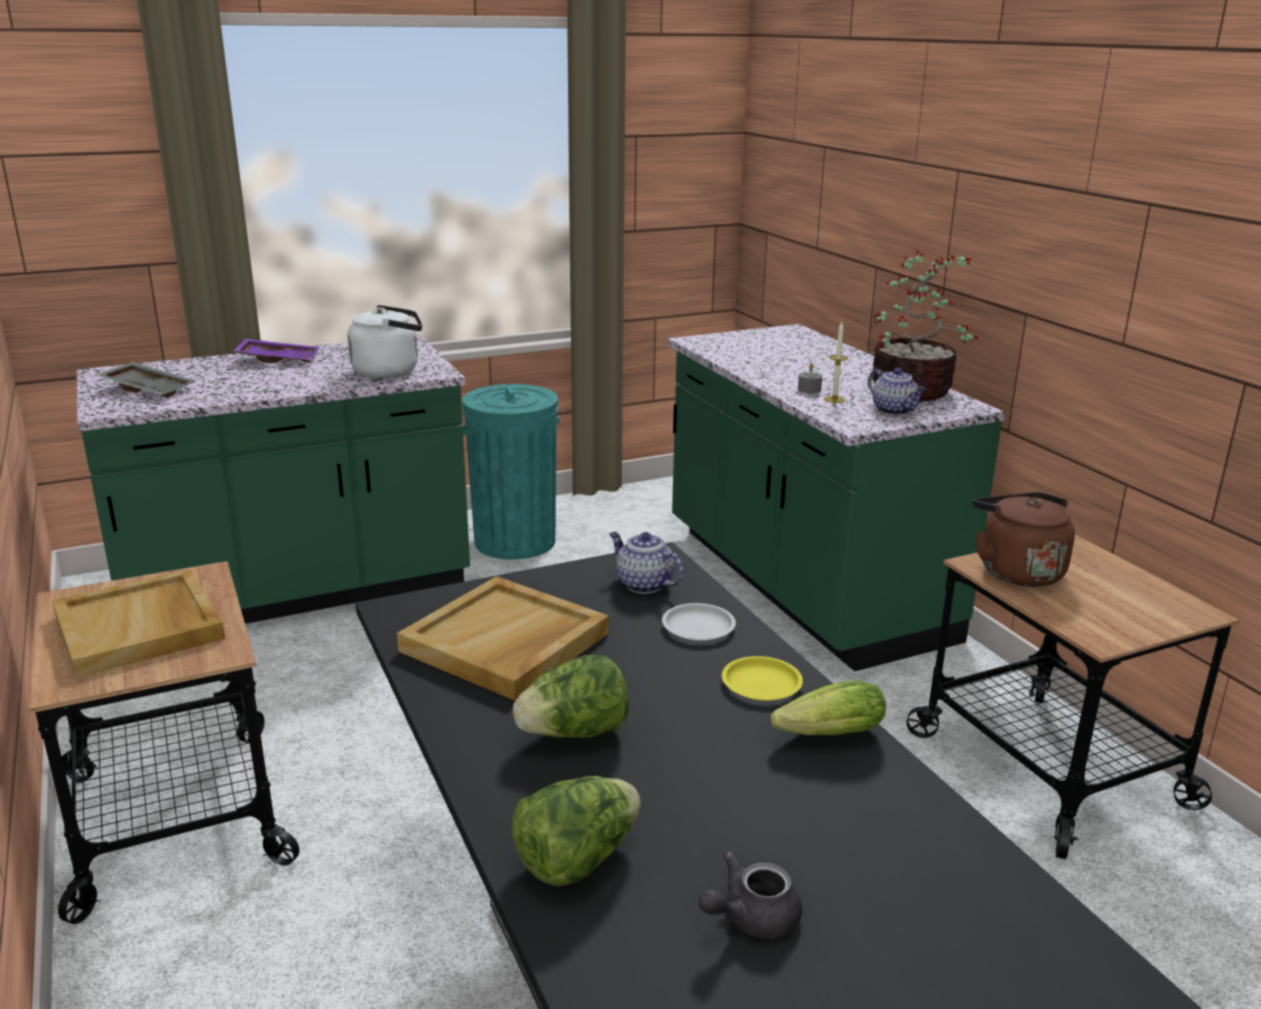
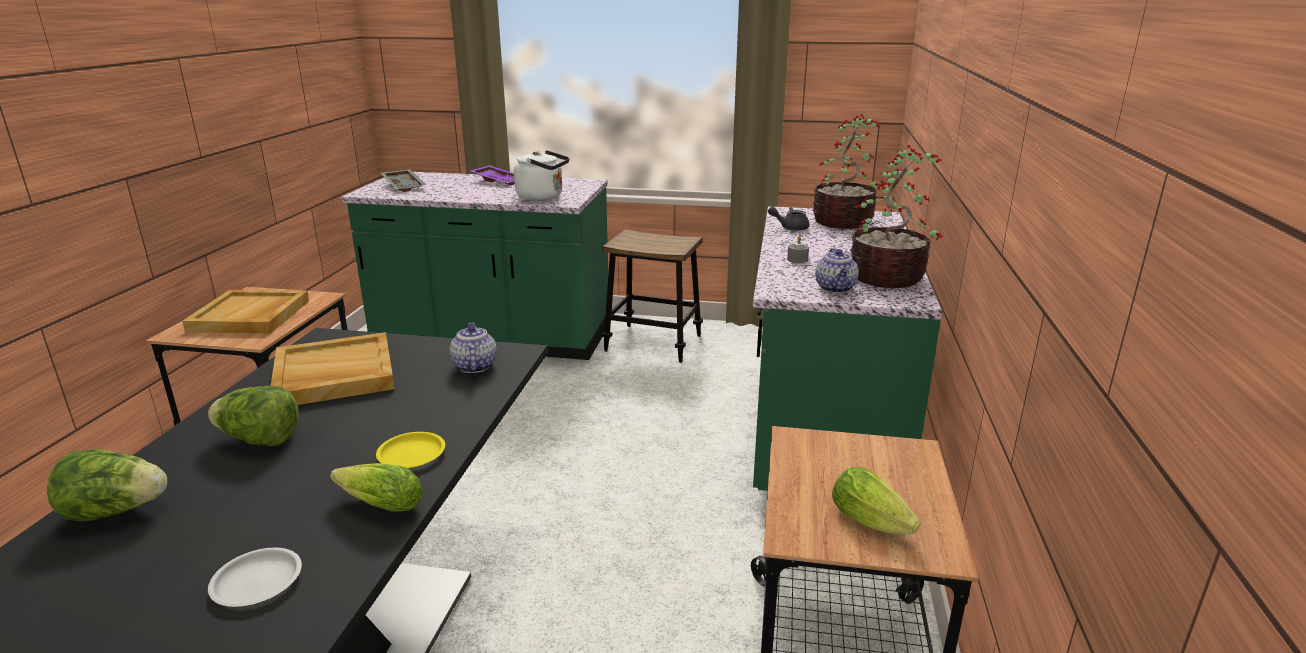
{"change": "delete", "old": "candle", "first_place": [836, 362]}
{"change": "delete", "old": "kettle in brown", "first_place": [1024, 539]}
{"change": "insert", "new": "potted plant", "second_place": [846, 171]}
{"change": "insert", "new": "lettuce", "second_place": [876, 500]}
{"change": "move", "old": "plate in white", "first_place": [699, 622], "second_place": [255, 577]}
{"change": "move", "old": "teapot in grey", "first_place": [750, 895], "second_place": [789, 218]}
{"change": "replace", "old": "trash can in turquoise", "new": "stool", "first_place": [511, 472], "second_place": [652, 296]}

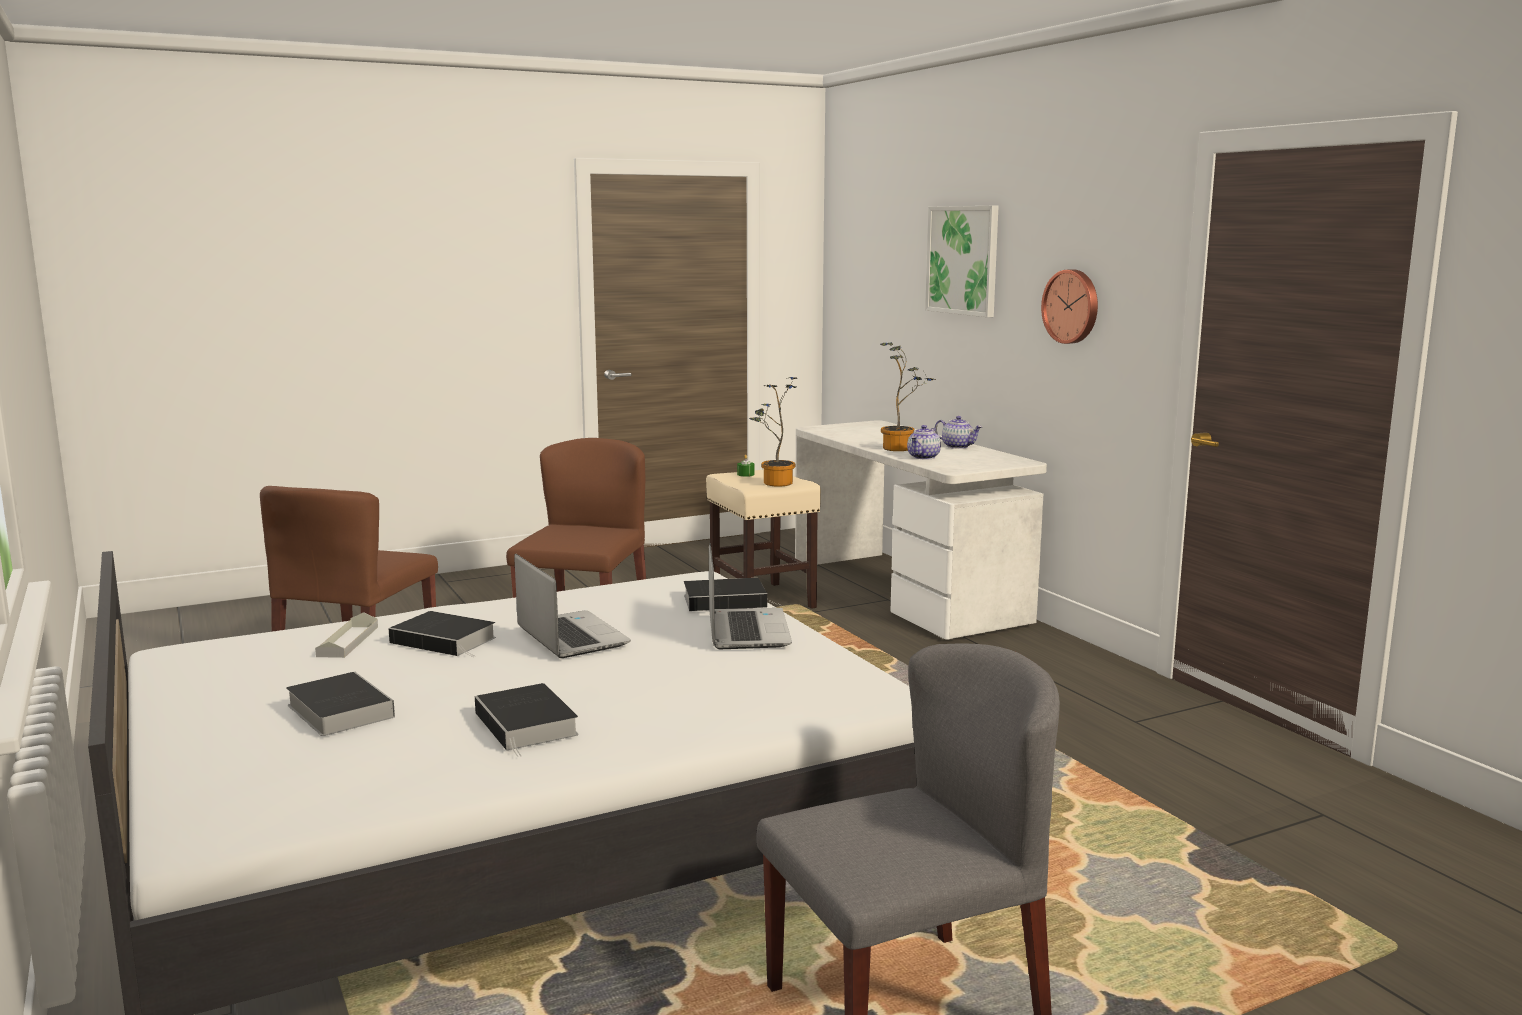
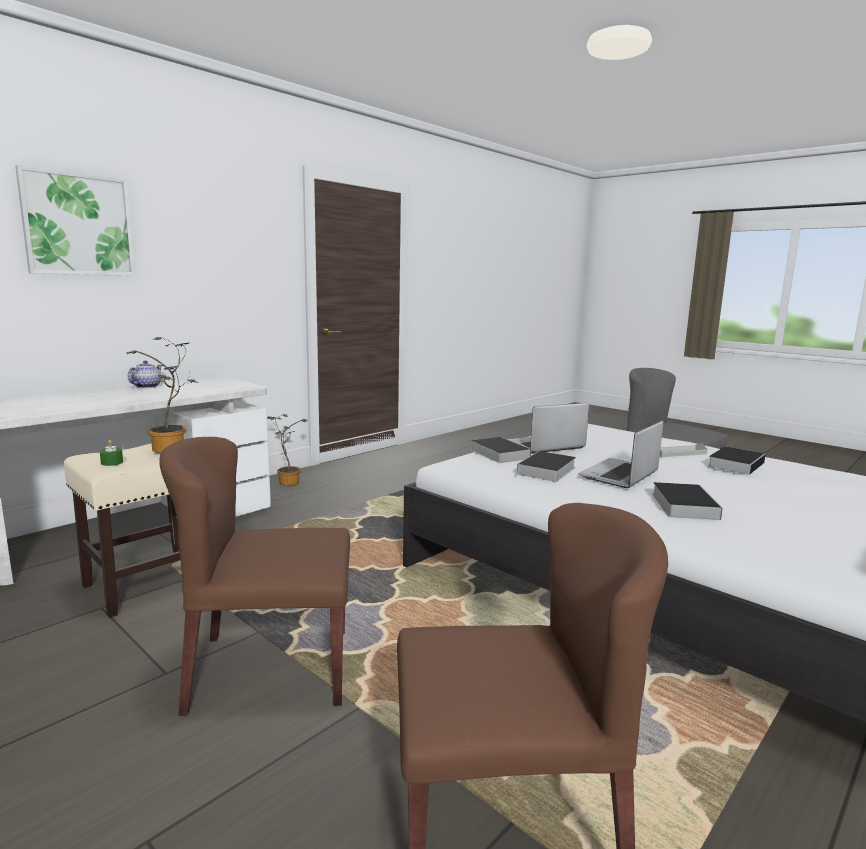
{"change": "delete", "old": "teapot", "first_place": [924, 442]}
{"change": "delete", "old": "wall clock", "first_place": [1069, 306]}
{"change": "move", "old": "book", "first_place": [340, 704], "second_place": [545, 466]}
{"change": "move", "old": "tray in grey", "first_place": [346, 635], "second_place": [683, 450]}
{"change": "move", "old": "potted plant", "first_place": [908, 396], "second_place": [287, 450]}

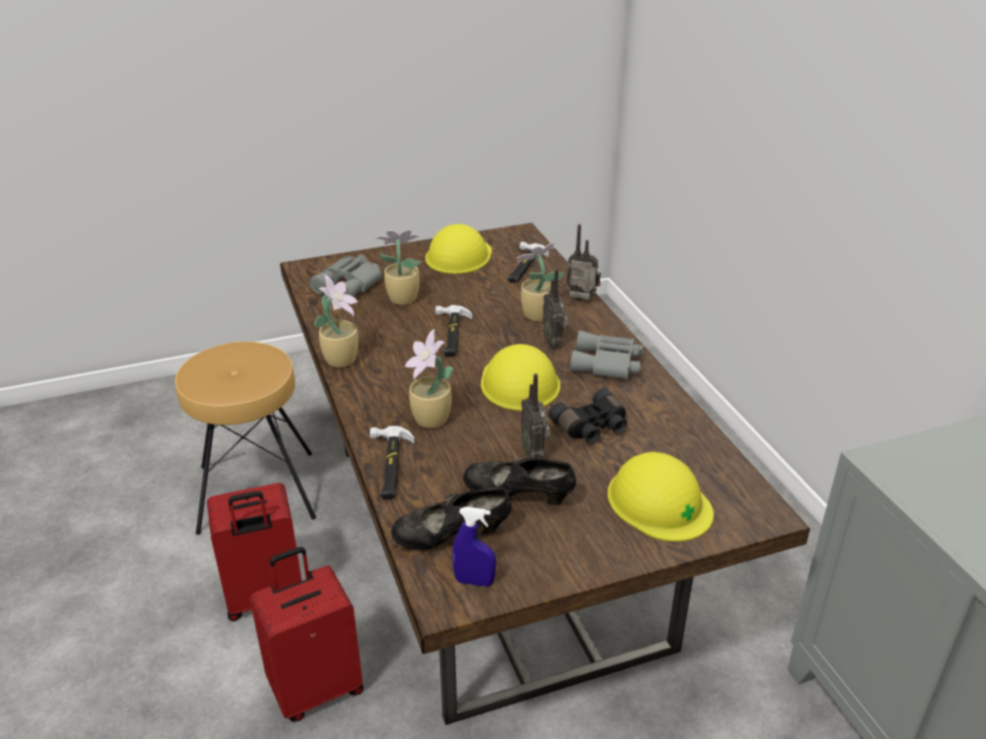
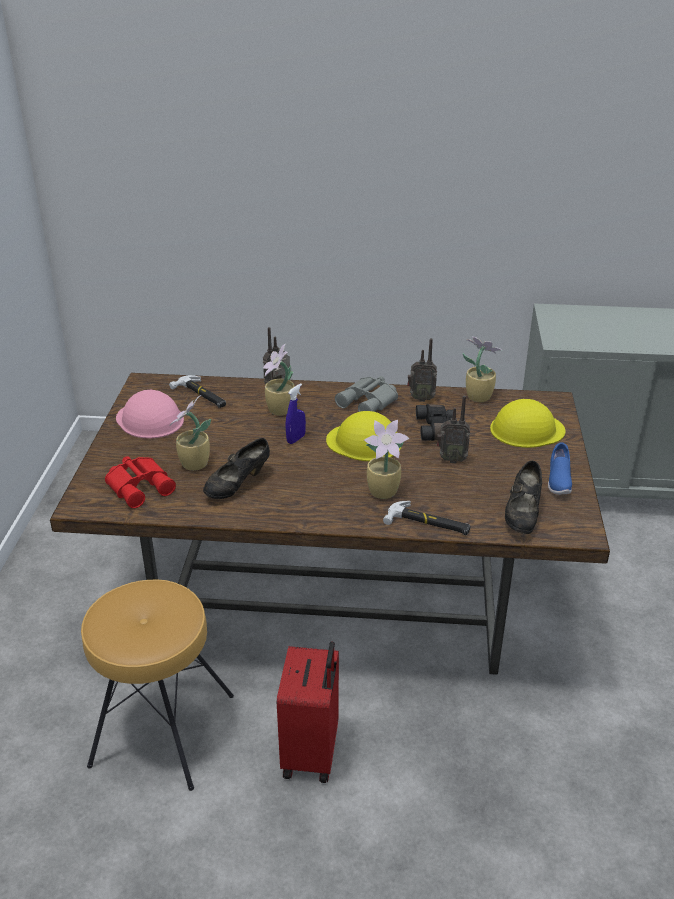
{"change": "delete", "old": "suitcase in red", "first_place": [307, 634]}
{"change": "delete", "old": "hammer", "first_place": [454, 330]}
{"change": "insert", "new": "shoe in blue", "second_place": [560, 468]}
{"change": "move", "old": "potted plant", "first_place": [336, 321], "second_place": [483, 369]}
{"change": "move", "old": "spray bottle in blue", "first_place": [474, 547], "second_place": [296, 413]}
{"change": "move", "old": "shoe in black", "first_place": [519, 480], "second_place": [236, 468]}
{"change": "move", "old": "radio", "first_place": [555, 308], "second_place": [422, 370]}
{"change": "recolor", "old": "binoculars in grey", "new": "binoculars in red", "first_place": [345, 275], "second_place": [140, 482]}
{"change": "recolor", "old": "hard hat in yellow", "new": "hard hat in pink", "first_place": [458, 249], "second_place": [150, 414]}

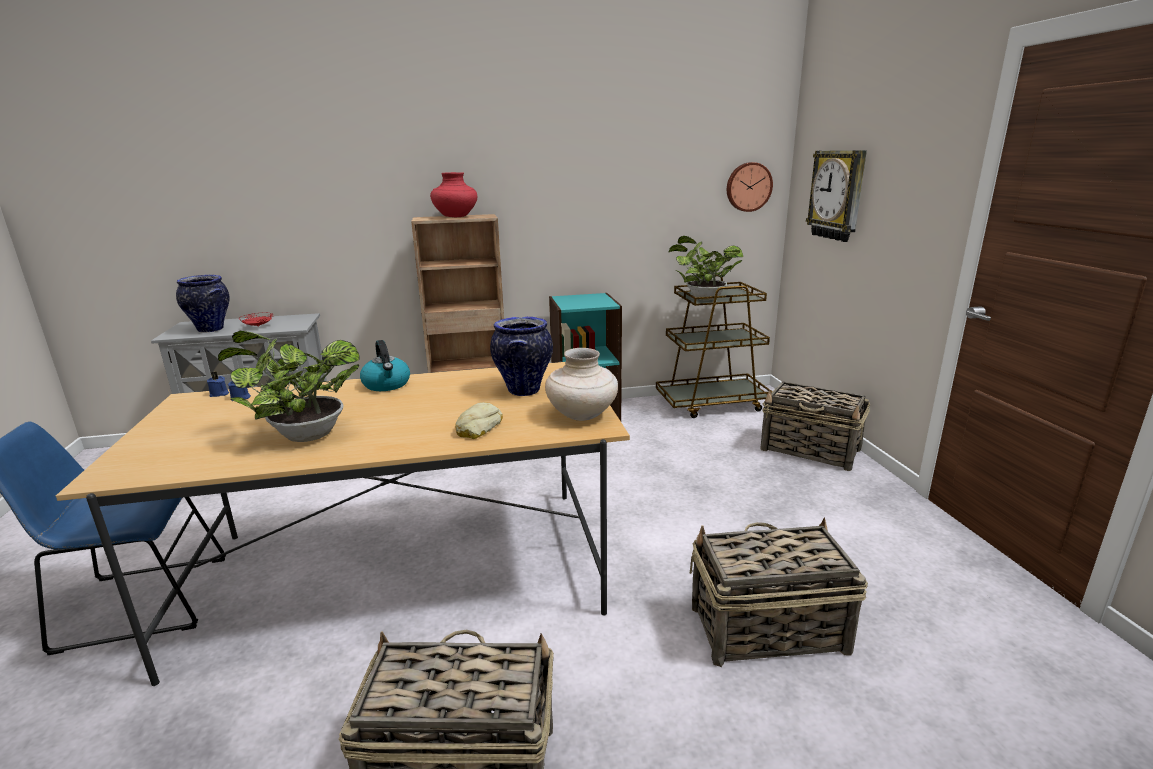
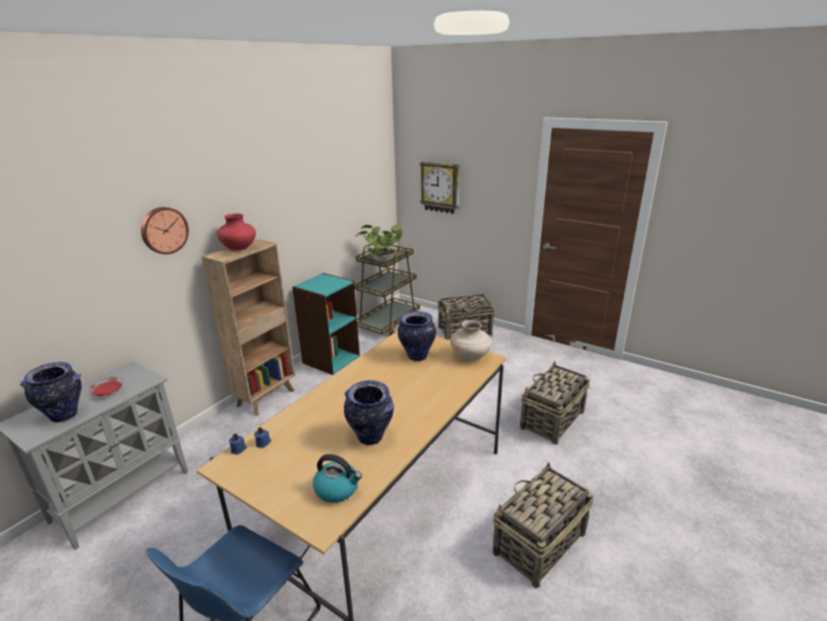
{"change": "delete", "old": "bread", "first_place": [479, 420]}
{"change": "move", "old": "kettle", "first_place": [385, 365], "second_place": [337, 478]}
{"change": "move", "old": "wall clock", "first_place": [750, 187], "second_place": [165, 230]}
{"change": "replace", "old": "potted plant", "new": "vase", "first_place": [289, 386], "second_place": [369, 412]}

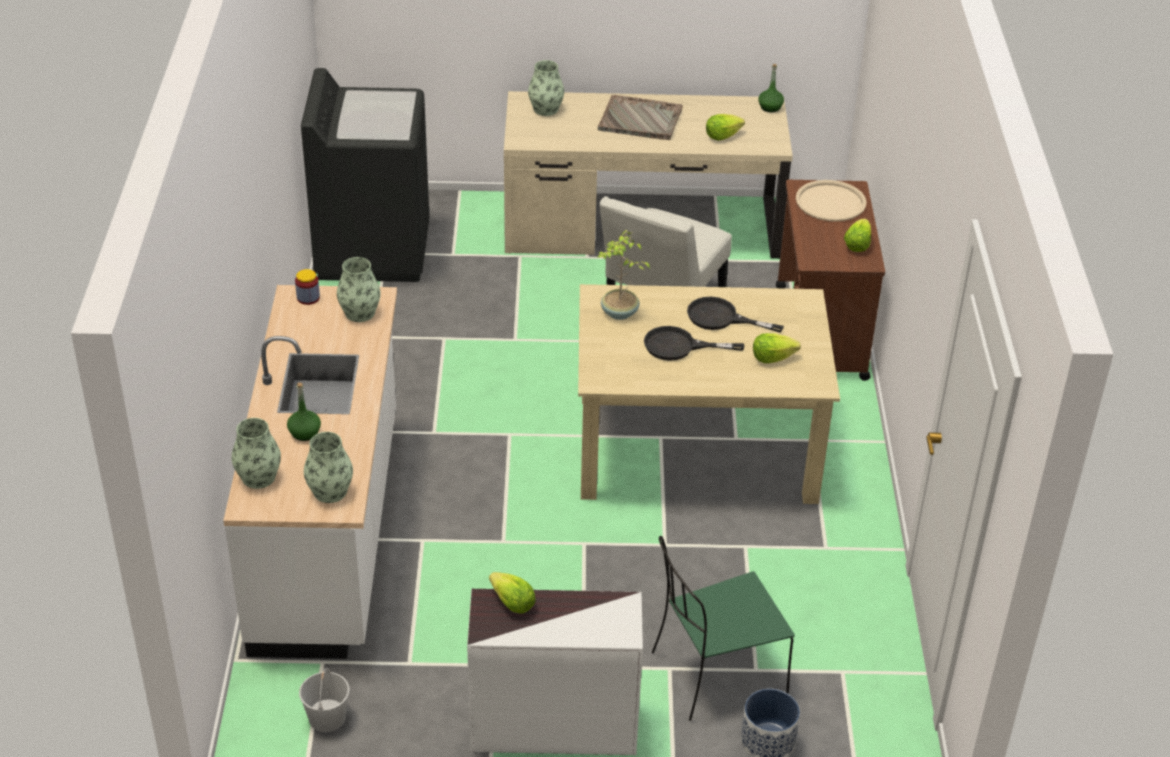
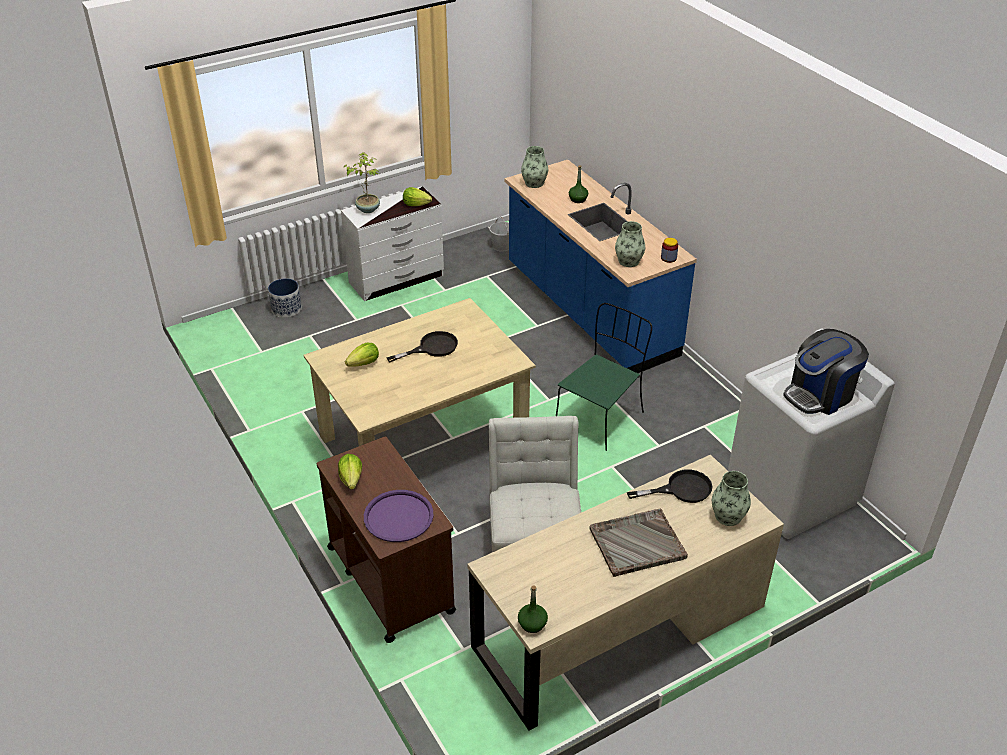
{"change": "delete", "old": "vase", "first_place": [256, 453]}
{"change": "delete", "old": "lettuce", "first_place": [725, 127]}
{"change": "insert", "new": "coffee machine", "second_place": [826, 372]}
{"change": "move", "old": "potted plant", "first_place": [623, 275], "second_place": [361, 182]}
{"change": "move", "old": "chair in green", "first_place": [723, 628], "second_place": [604, 377]}
{"change": "move", "old": "frying pan in black", "first_place": [735, 314], "second_place": [670, 486]}
{"change": "recolor", "old": "counter in white", "new": "counter in blue", "first_place": [310, 472], "second_place": [601, 266]}
{"change": "recolor", "old": "washing machine in black", "new": "washing machine in white", "first_place": [365, 175], "second_place": [811, 434]}
{"change": "recolor", "old": "tray in beige", "new": "tray in purple", "first_place": [831, 201], "second_place": [399, 516]}

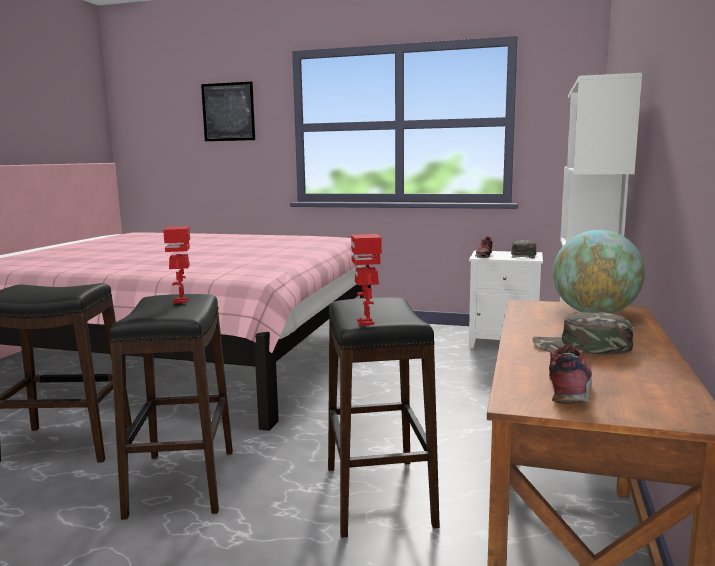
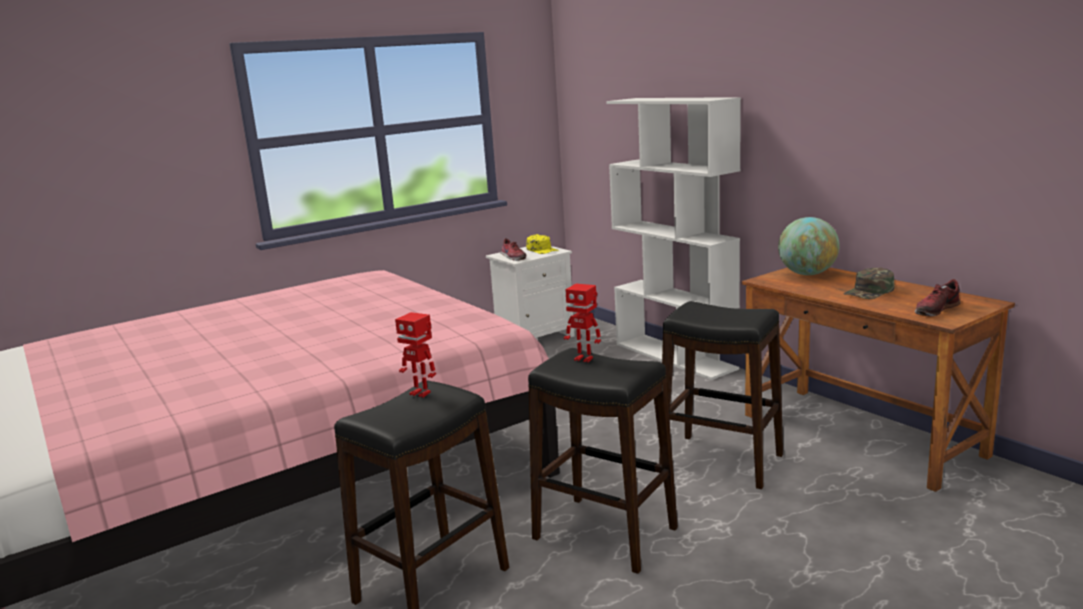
{"change": "delete", "old": "picture", "first_place": [228, 111]}
{"change": "move", "old": "toy robot", "first_place": [366, 280], "second_place": [415, 355]}
{"change": "recolor", "old": "cap in green", "new": "cap in yellow", "first_place": [523, 249], "second_place": [542, 244]}
{"change": "rotate", "old": "shoe", "first_place": [570, 374], "second_place": [937, 298], "degrees": -90}

